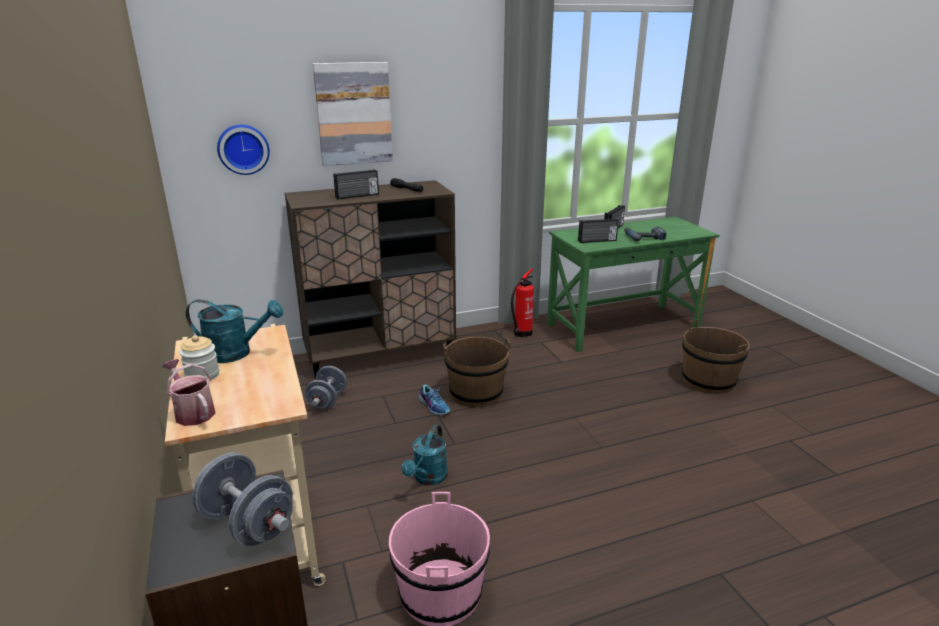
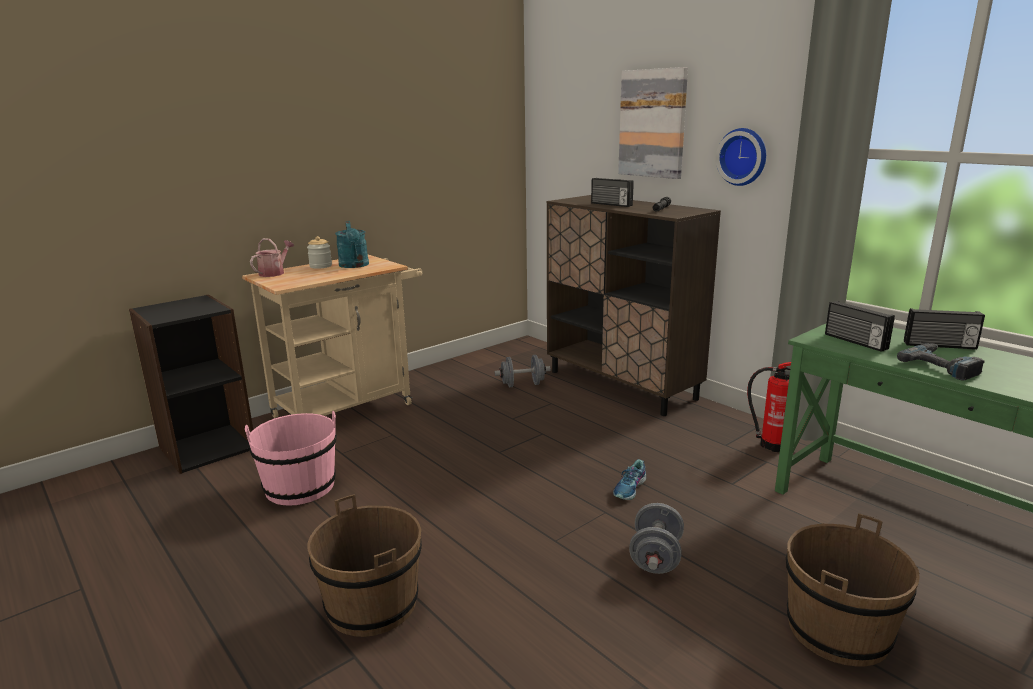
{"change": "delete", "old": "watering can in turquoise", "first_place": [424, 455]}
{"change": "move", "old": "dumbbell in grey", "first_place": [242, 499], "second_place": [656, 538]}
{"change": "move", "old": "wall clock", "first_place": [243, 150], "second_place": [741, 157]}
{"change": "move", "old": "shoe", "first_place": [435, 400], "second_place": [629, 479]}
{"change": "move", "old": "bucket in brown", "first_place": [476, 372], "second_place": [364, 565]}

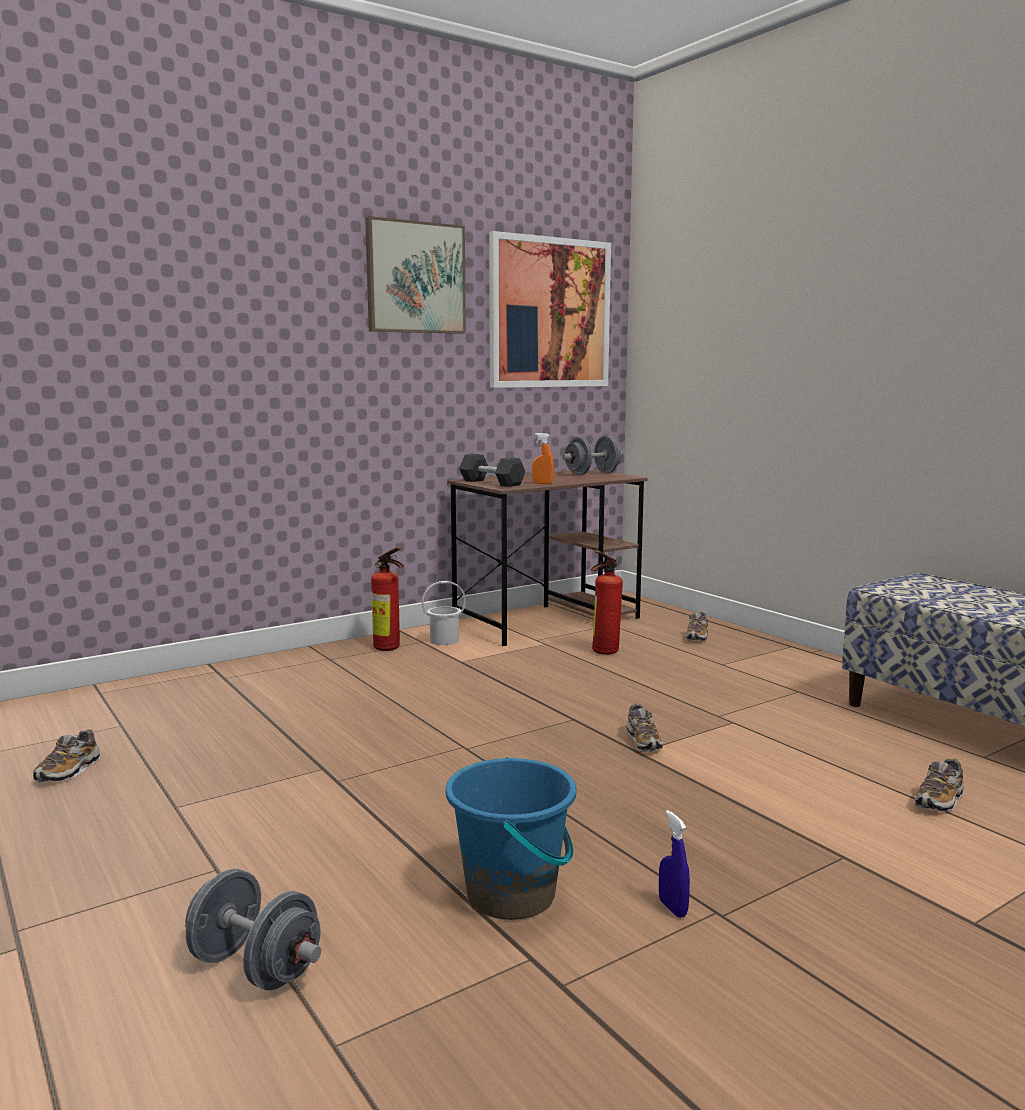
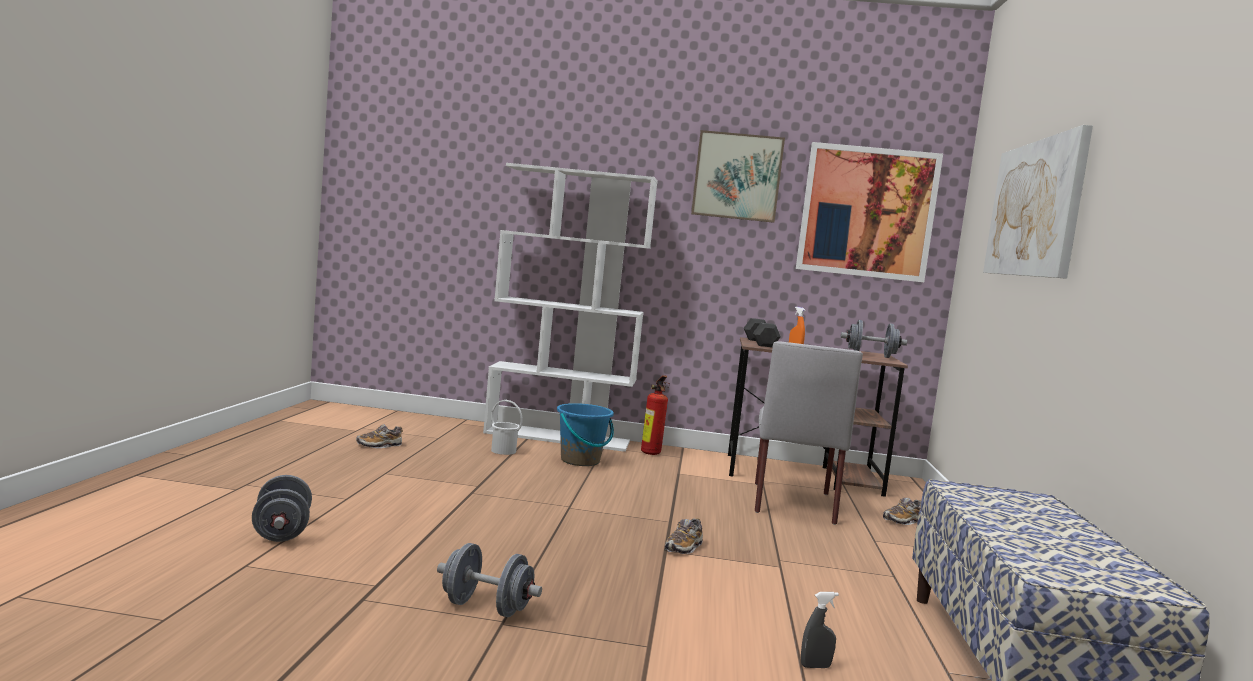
{"change": "insert", "new": "bookcase in white", "second_place": [570, 307]}
{"change": "insert", "new": "picture", "second_place": [1038, 202]}
{"change": "move", "old": "bucket in white", "first_place": [444, 613], "second_place": [507, 427]}
{"change": "move", "old": "bucket in blue", "first_place": [511, 838], "second_place": [585, 434]}
{"change": "replace", "old": "fire extinguisher", "new": "chair in grey", "first_place": [607, 602], "second_place": [809, 433]}
{"change": "replace", "old": "spray bottle in blue", "new": "dumbbell in grey", "first_place": [674, 864], "second_place": [489, 580]}
{"change": "replace", "old": "shoe", "new": "spray bottle in grey", "first_place": [939, 785], "second_place": [820, 630]}

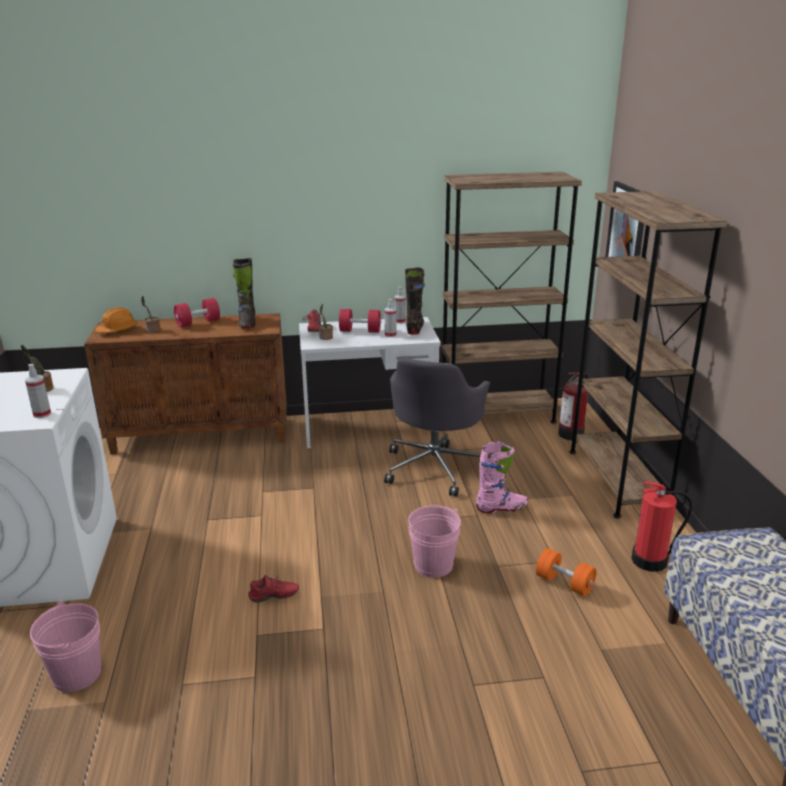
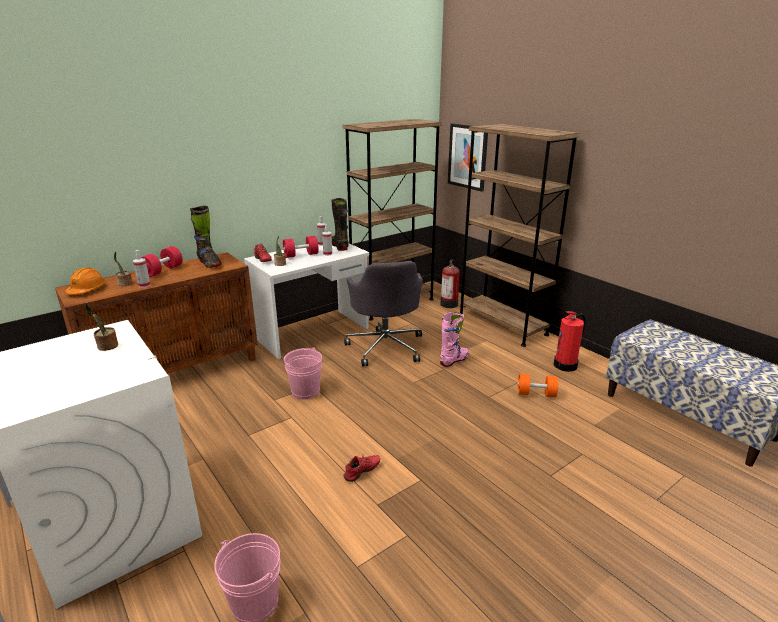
{"change": "move", "old": "spray bottle", "first_place": [38, 391], "second_place": [142, 269]}
{"change": "move", "old": "bucket in pink", "first_place": [434, 541], "second_place": [303, 373]}

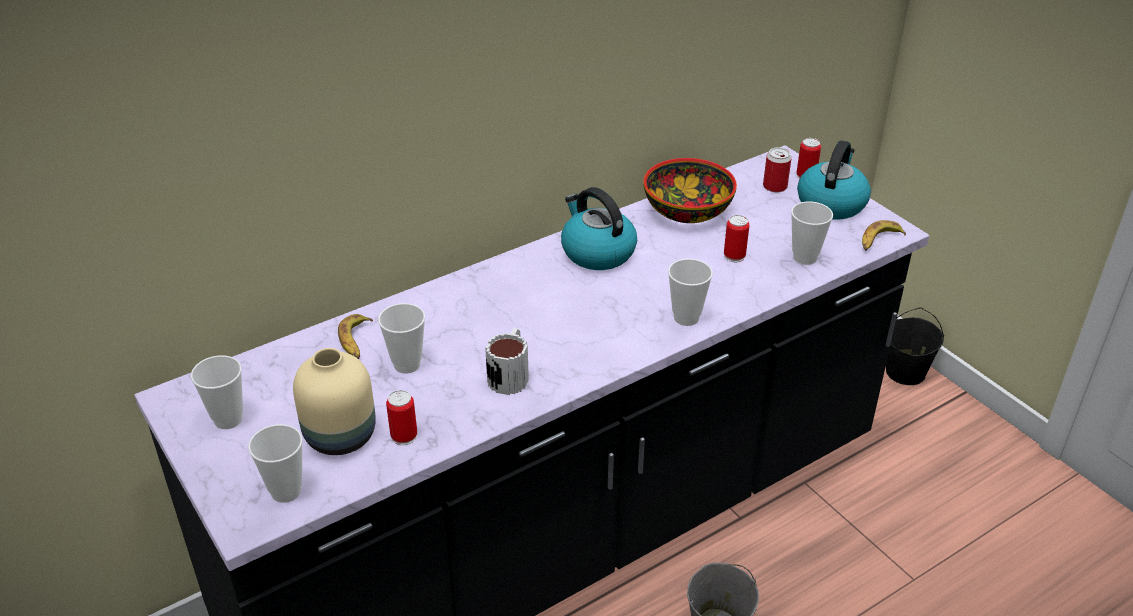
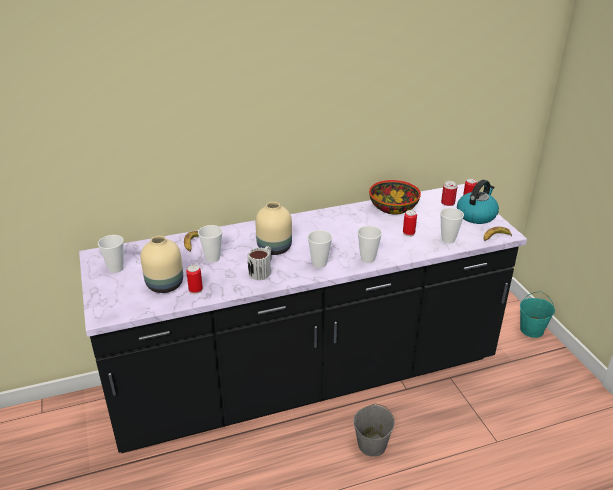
{"change": "delete", "old": "kettle", "first_place": [599, 228]}
{"change": "insert", "new": "vase in beige", "second_place": [274, 228]}
{"change": "move", "old": "cup", "first_place": [275, 463], "second_place": [320, 249]}
{"change": "recolor", "old": "bucket in black", "new": "bucket in turquoise", "first_place": [915, 346], "second_place": [537, 314]}

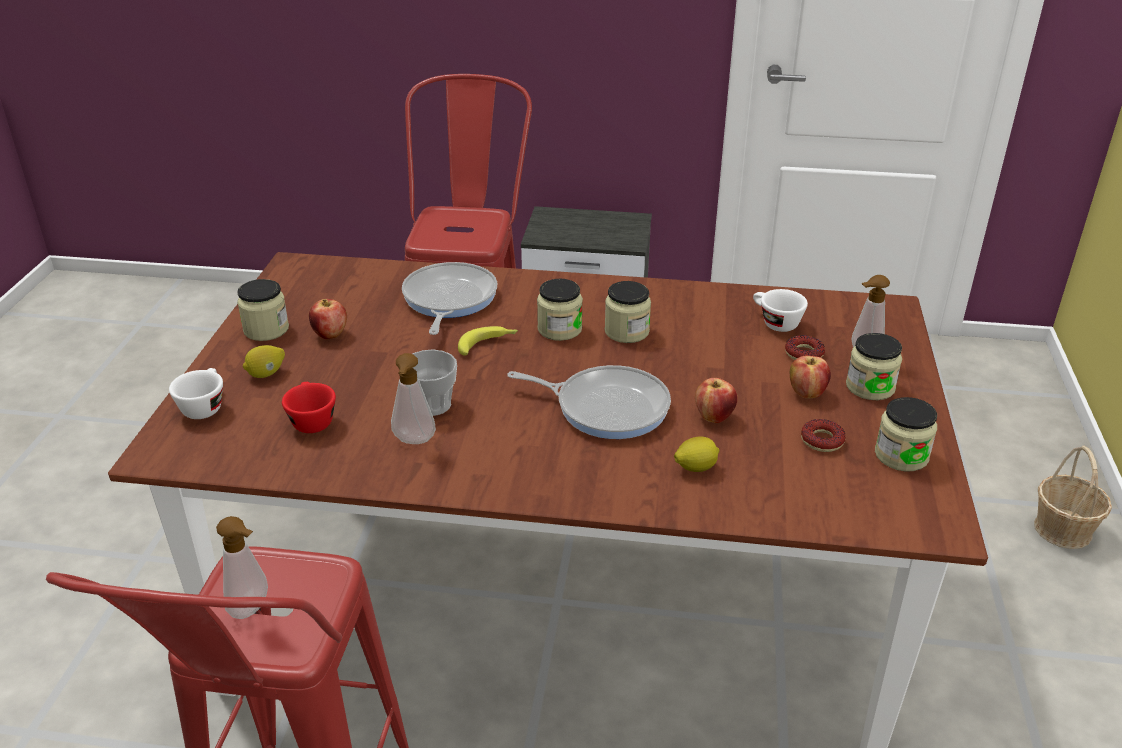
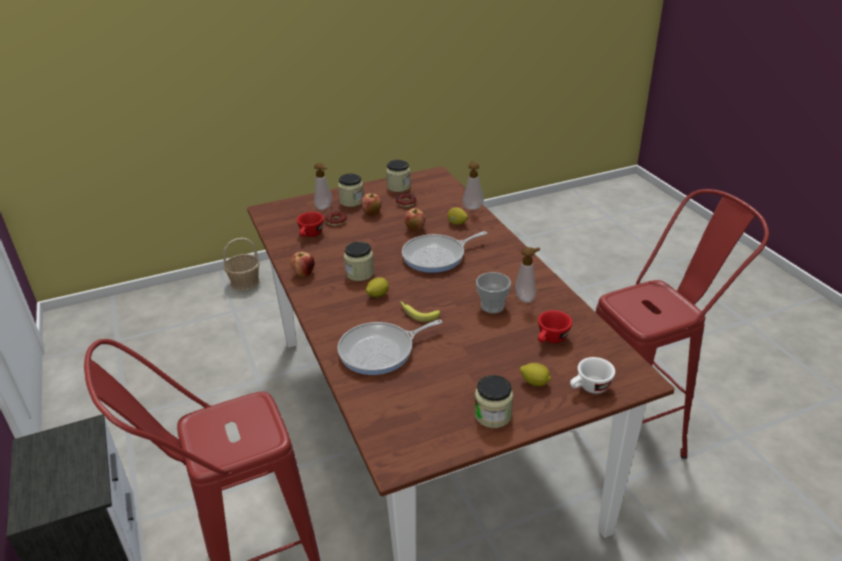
{"change": "move", "old": "soap dispenser", "first_place": [242, 567], "second_place": [473, 185]}
{"change": "move", "old": "apple", "first_place": [328, 319], "second_place": [302, 264]}
{"change": "replace", "old": "jar", "new": "lemon", "first_place": [560, 310], "second_place": [377, 287]}
{"change": "recolor", "old": "cup in white", "new": "cup in red", "first_place": [780, 310], "second_place": [310, 224]}
{"change": "rotate", "old": "frying pan", "first_place": [589, 402], "second_place": [444, 252], "degrees": -105}

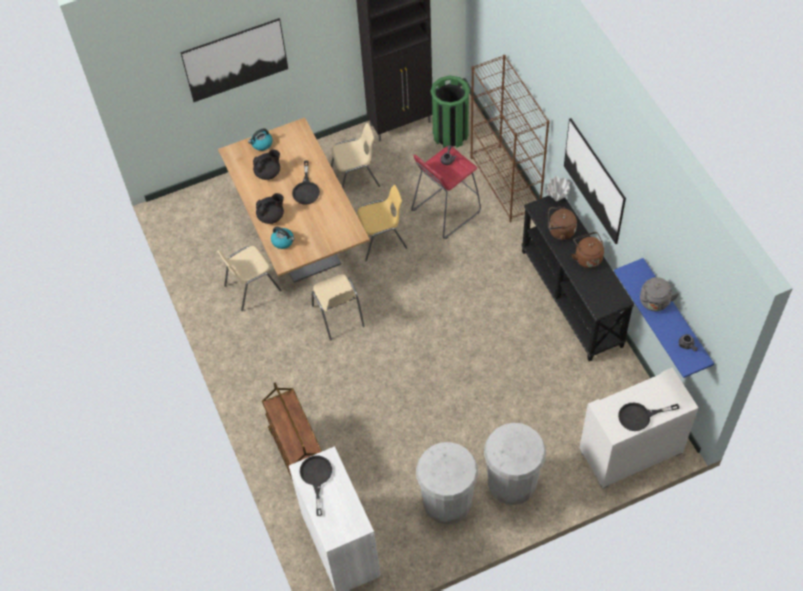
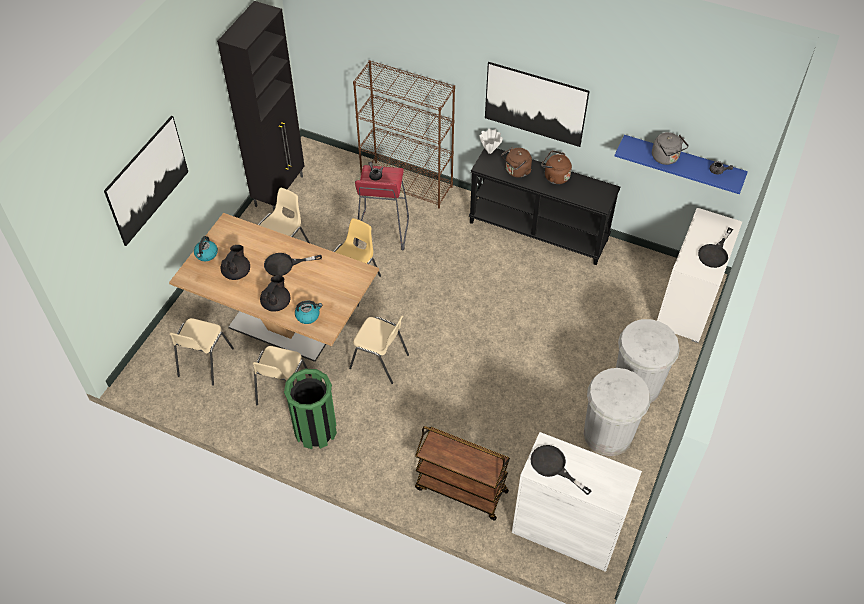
{"change": "insert", "new": "chair in beige", "second_place": [201, 352]}
{"change": "move", "old": "trash can in green", "first_place": [450, 112], "second_place": [310, 409]}
{"change": "rotate", "old": "frying pan in black", "first_place": [306, 182], "second_place": [293, 264], "degrees": 120}

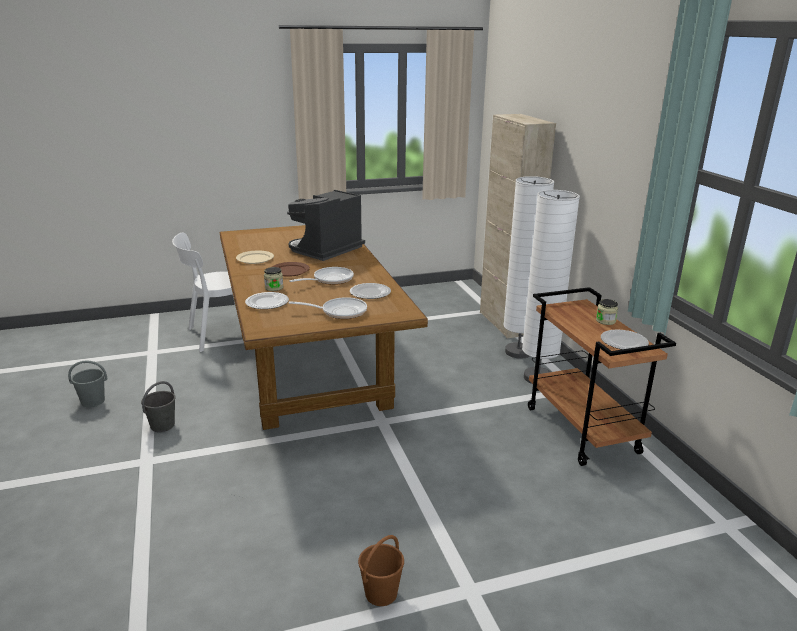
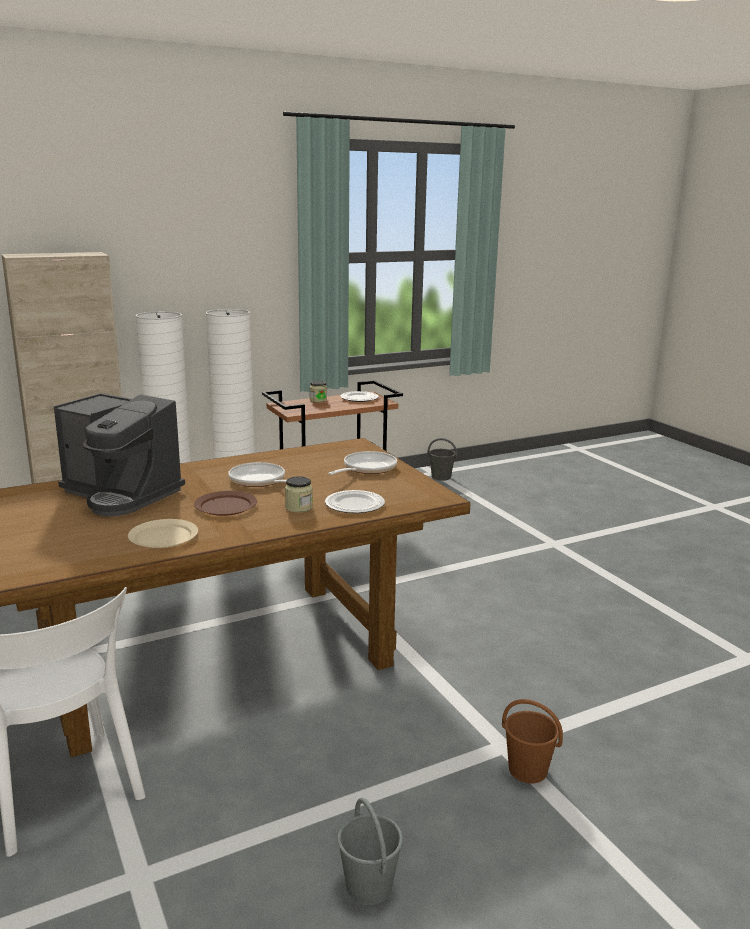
{"change": "delete", "old": "plate", "first_place": [370, 291]}
{"change": "move", "old": "bucket in grey", "first_place": [158, 406], "second_place": [442, 459]}
{"change": "move", "old": "bucket in brown", "first_place": [381, 570], "second_place": [532, 741]}
{"change": "rotate", "old": "frying pan", "first_place": [328, 308], "second_place": [362, 463], "degrees": 45}

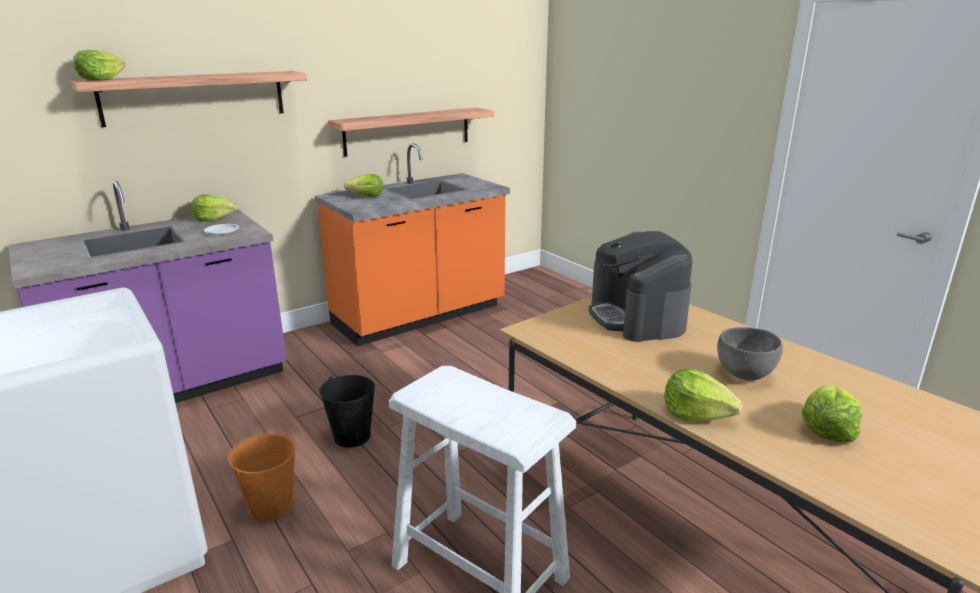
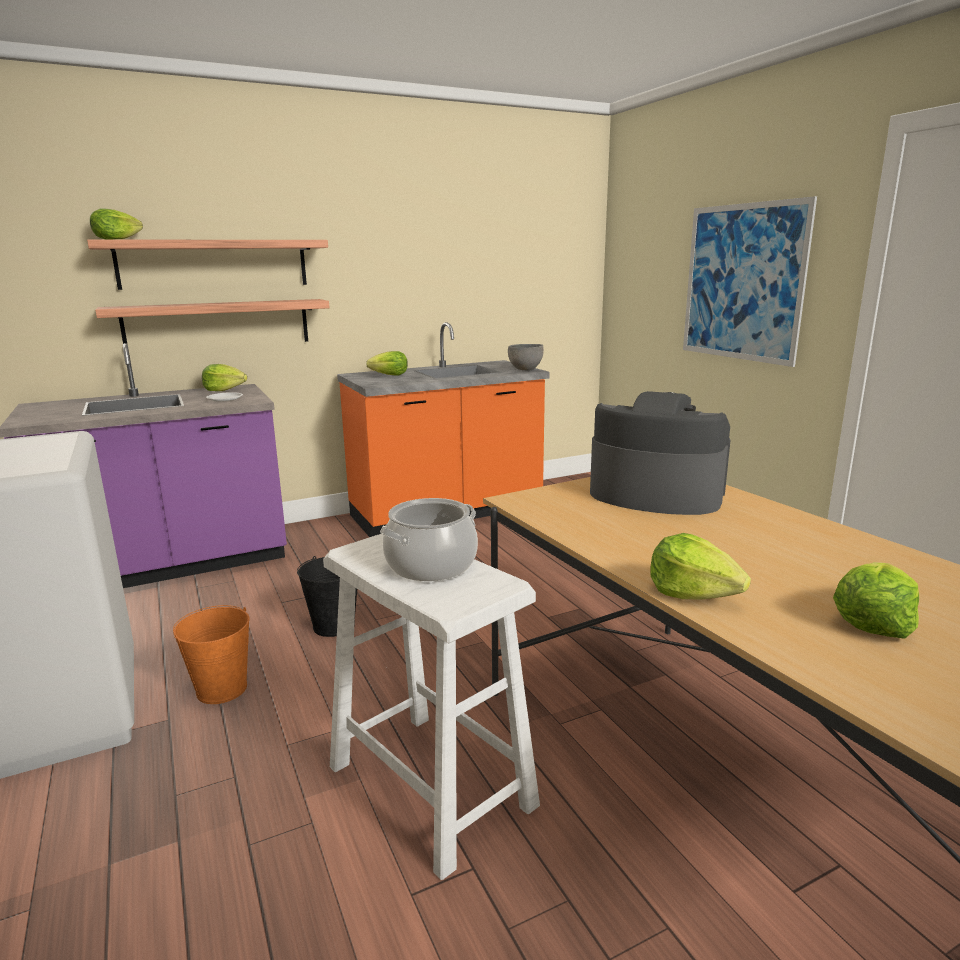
{"change": "insert", "new": "cooking pot", "second_place": [429, 539]}
{"change": "insert", "new": "picture", "second_place": [750, 281]}
{"change": "move", "old": "shelf", "first_place": [411, 132], "second_place": [212, 322]}
{"change": "move", "old": "bowl in grey", "first_place": [750, 354], "second_place": [526, 357]}
{"change": "rotate", "old": "coffee machine", "first_place": [640, 286], "second_place": [660, 453], "degrees": 120}

